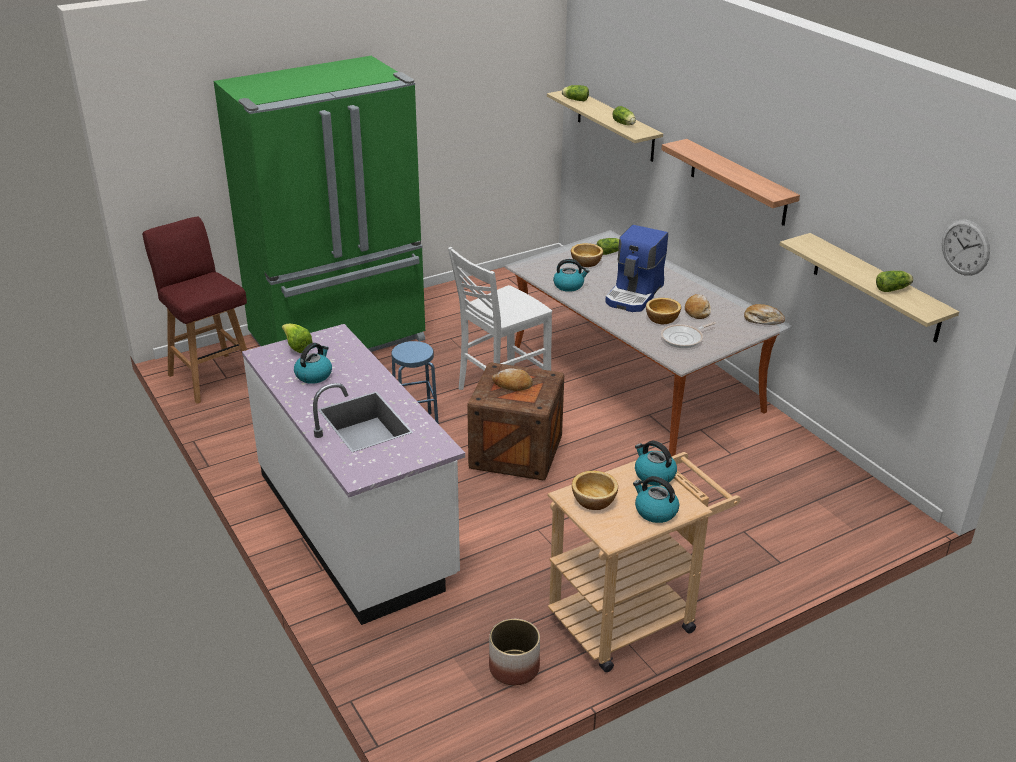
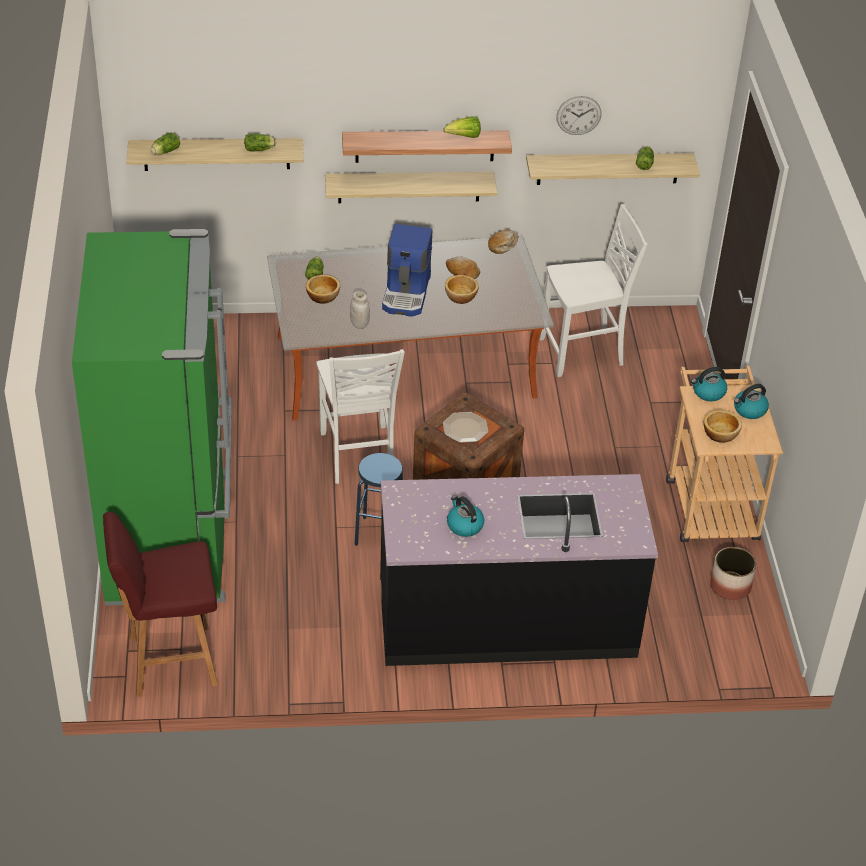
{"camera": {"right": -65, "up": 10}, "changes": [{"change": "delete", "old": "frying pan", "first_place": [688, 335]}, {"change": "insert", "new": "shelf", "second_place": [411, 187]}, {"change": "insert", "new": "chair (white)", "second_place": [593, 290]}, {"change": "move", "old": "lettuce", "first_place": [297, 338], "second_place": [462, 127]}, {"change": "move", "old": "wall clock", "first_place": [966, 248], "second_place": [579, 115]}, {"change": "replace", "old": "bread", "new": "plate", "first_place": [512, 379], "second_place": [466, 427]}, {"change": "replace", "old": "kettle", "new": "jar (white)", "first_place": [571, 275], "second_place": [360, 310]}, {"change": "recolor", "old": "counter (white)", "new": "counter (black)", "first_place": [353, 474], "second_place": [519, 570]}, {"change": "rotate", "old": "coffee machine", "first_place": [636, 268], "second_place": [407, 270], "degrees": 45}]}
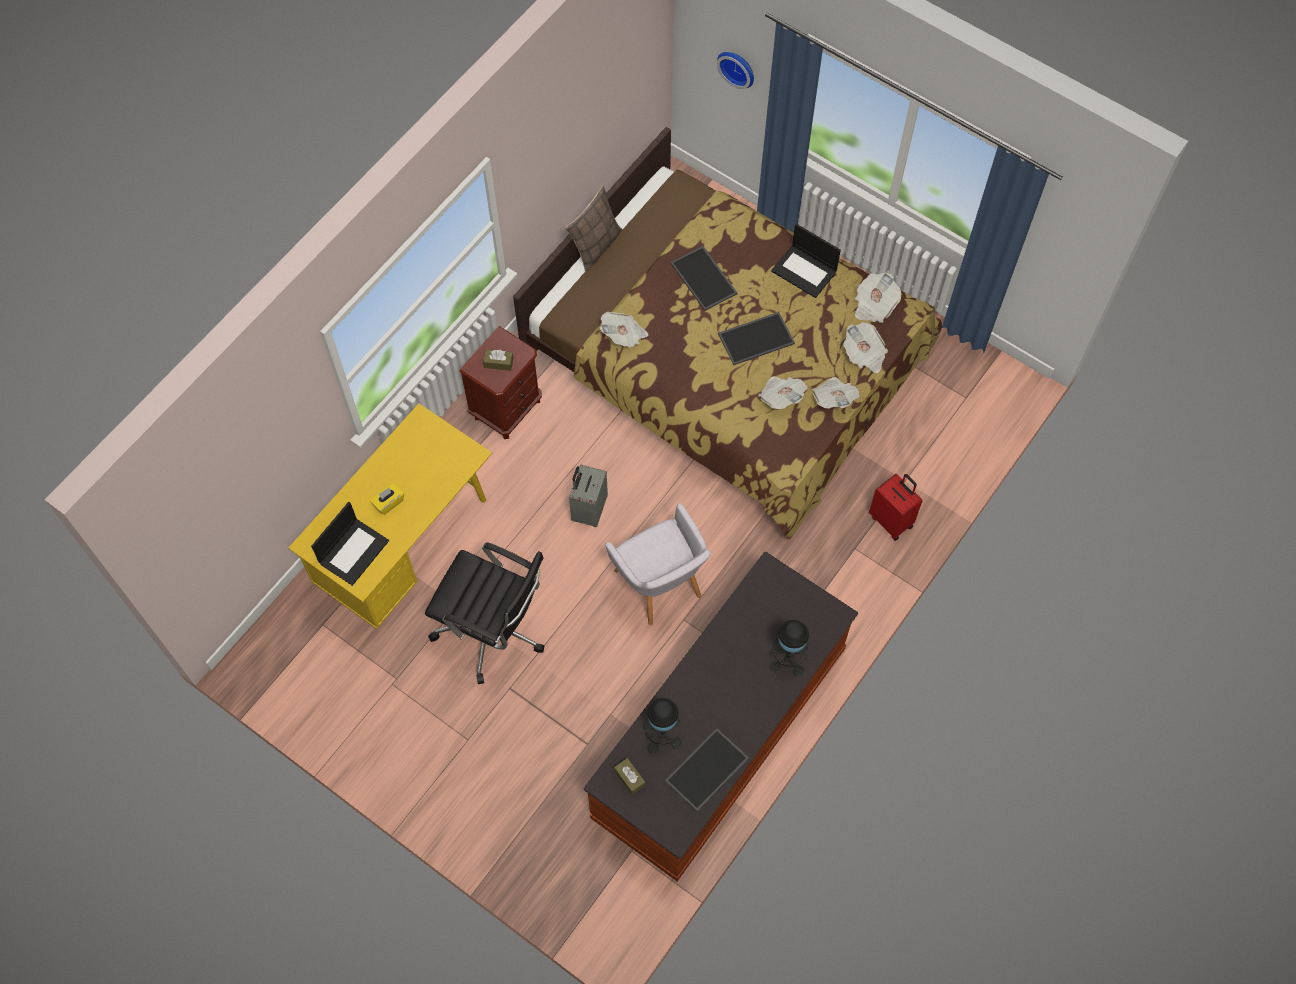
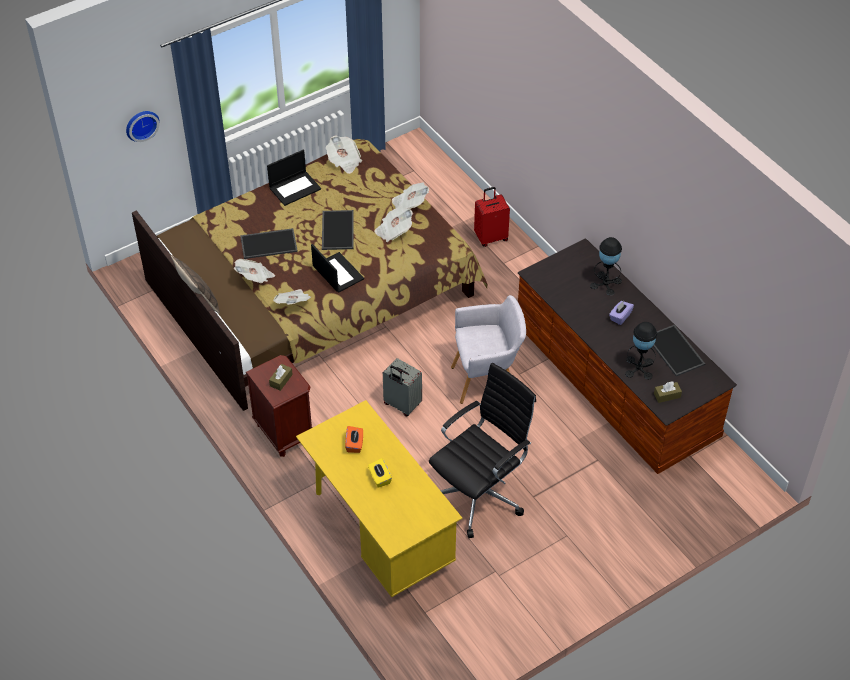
{"camera": {"right": -70, "up": -15}, "changes": [{"change": "insert", "new": "tissue box (orange)", "second_place": [354, 439]}, {"change": "insert", "new": "tissue box (purple)", "second_place": [621, 313]}, {"change": "move", "old": "laptop", "first_place": [350, 544], "second_place": [337, 268]}, {"change": "move", "old": "newspaper", "first_place": [865, 347], "second_place": [254, 271]}]}
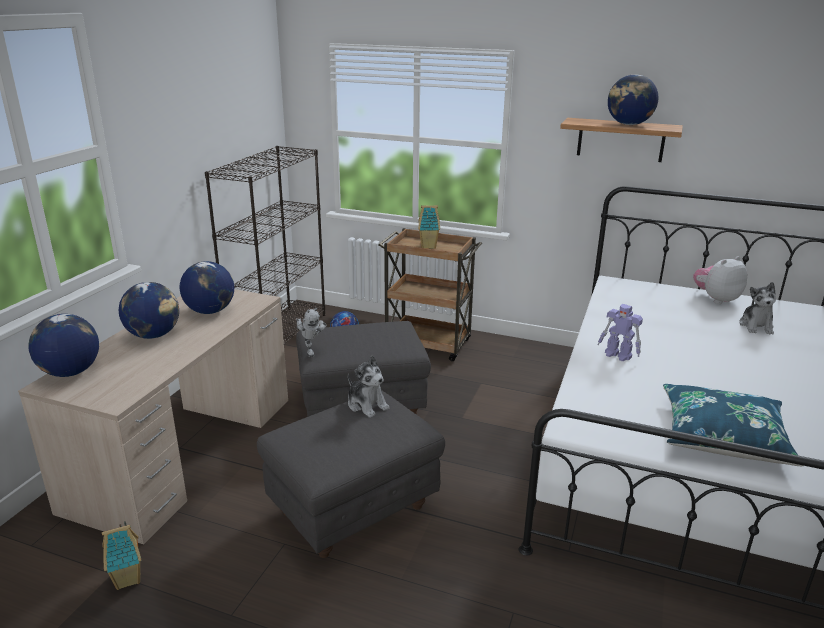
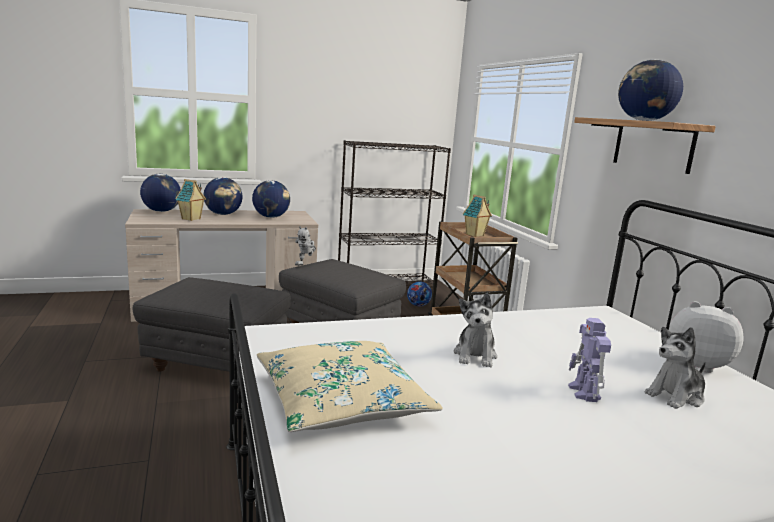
{"camera": {"right": 50, "up": -10}, "changes": [{"change": "move", "old": "toy house", "first_place": [121, 555], "second_place": [190, 200]}, {"change": "move", "old": "plush toy", "first_place": [369, 386], "second_place": [475, 330]}, {"change": "move", "old": "toy robot", "first_place": [620, 333], "second_place": [589, 360]}, {"change": "recolor", "old": "pillow (blue)", "new": "pillow (beige)", "first_place": [733, 425], "second_place": [350, 386]}]}
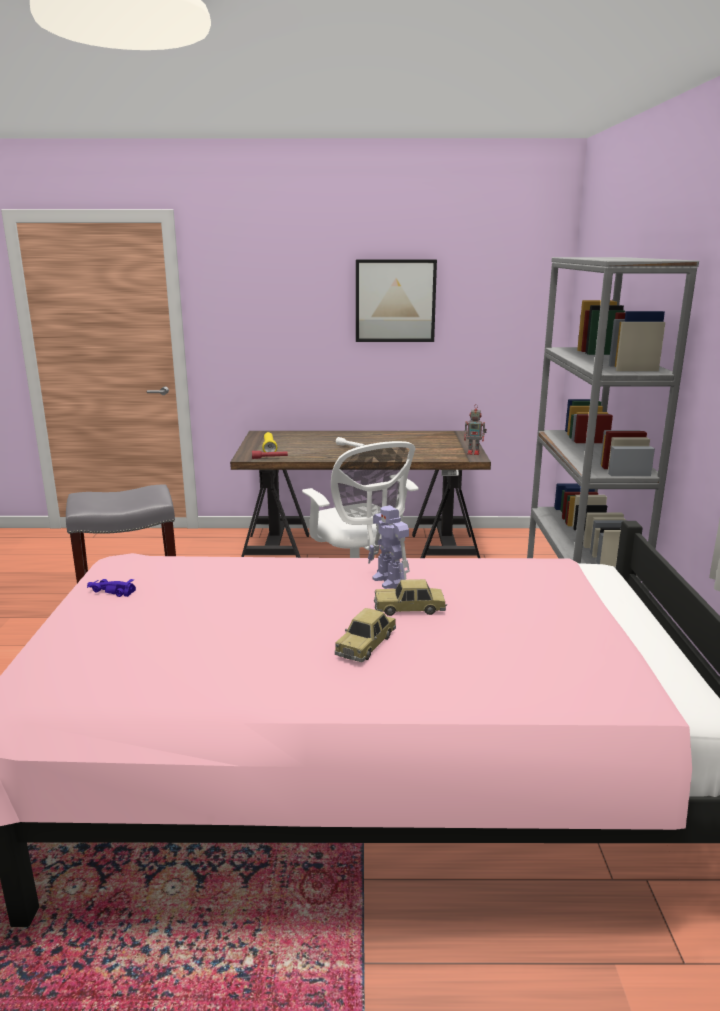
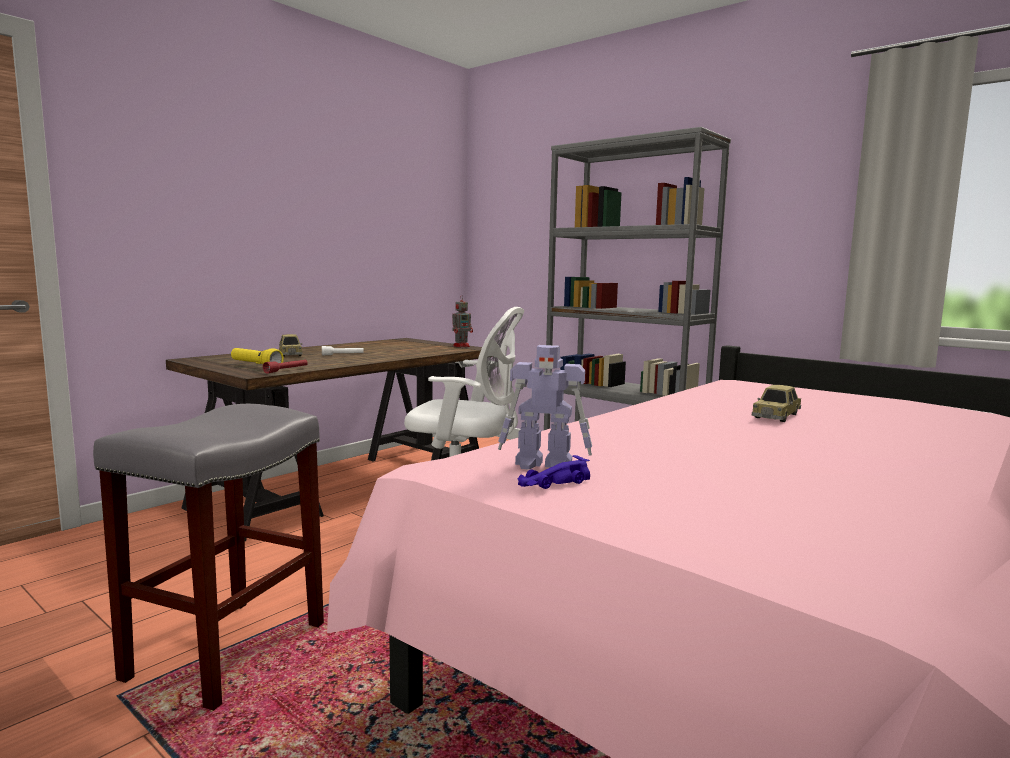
{"camera": {"right": -50, "up": -10}, "changes": [{"change": "delete", "old": "picture", "first_place": [396, 301]}, {"change": "move", "old": "toy car", "first_place": [365, 635], "second_place": [291, 345]}, {"change": "move", "old": "toy robot", "first_place": [389, 547], "second_place": [545, 407]}]}
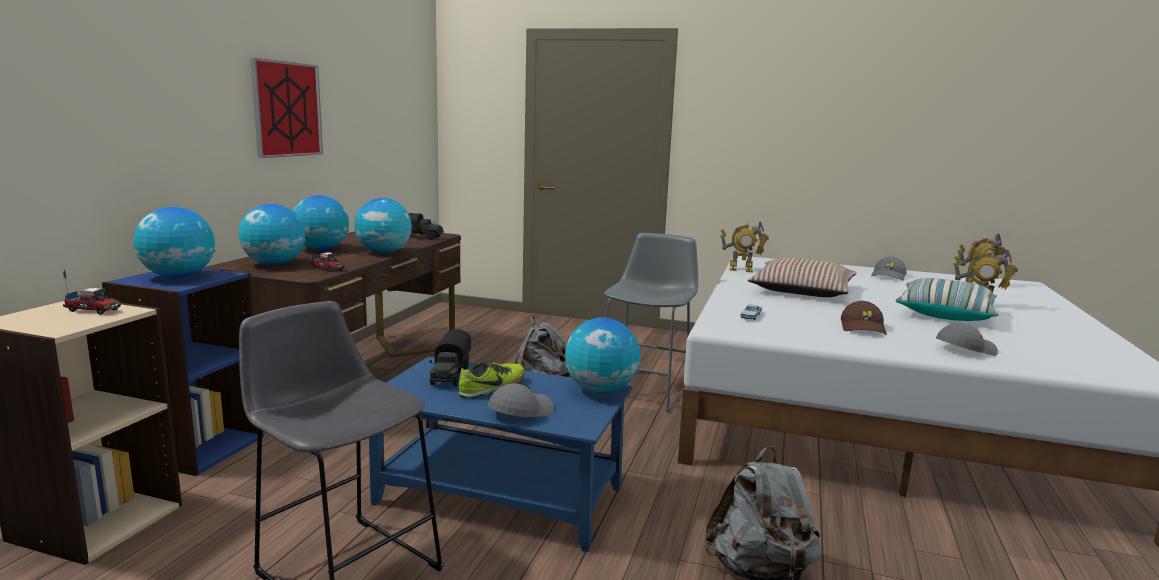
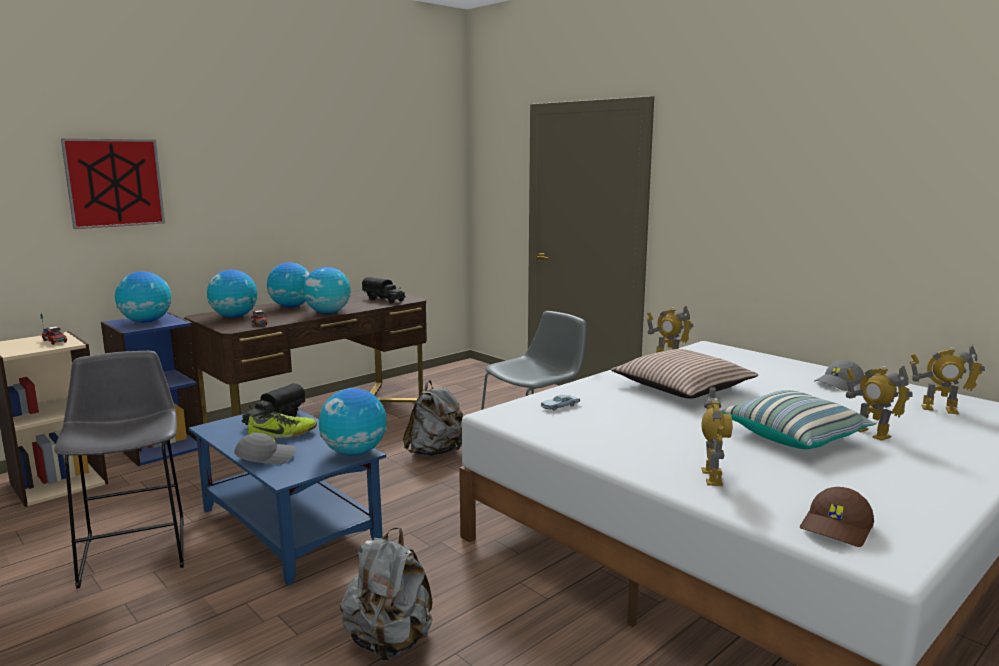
{"camera": {"right": 30, "up": 0}, "changes": [{"change": "move", "old": "picture", "first_place": [286, 108], "second_place": [113, 184]}, {"change": "move", "old": "cap (brown)", "first_place": [864, 318], "second_place": [837, 517]}, {"change": "replace", "old": "cap (grey)", "new": "toy robot", "first_place": [967, 339], "second_place": [716, 436]}]}
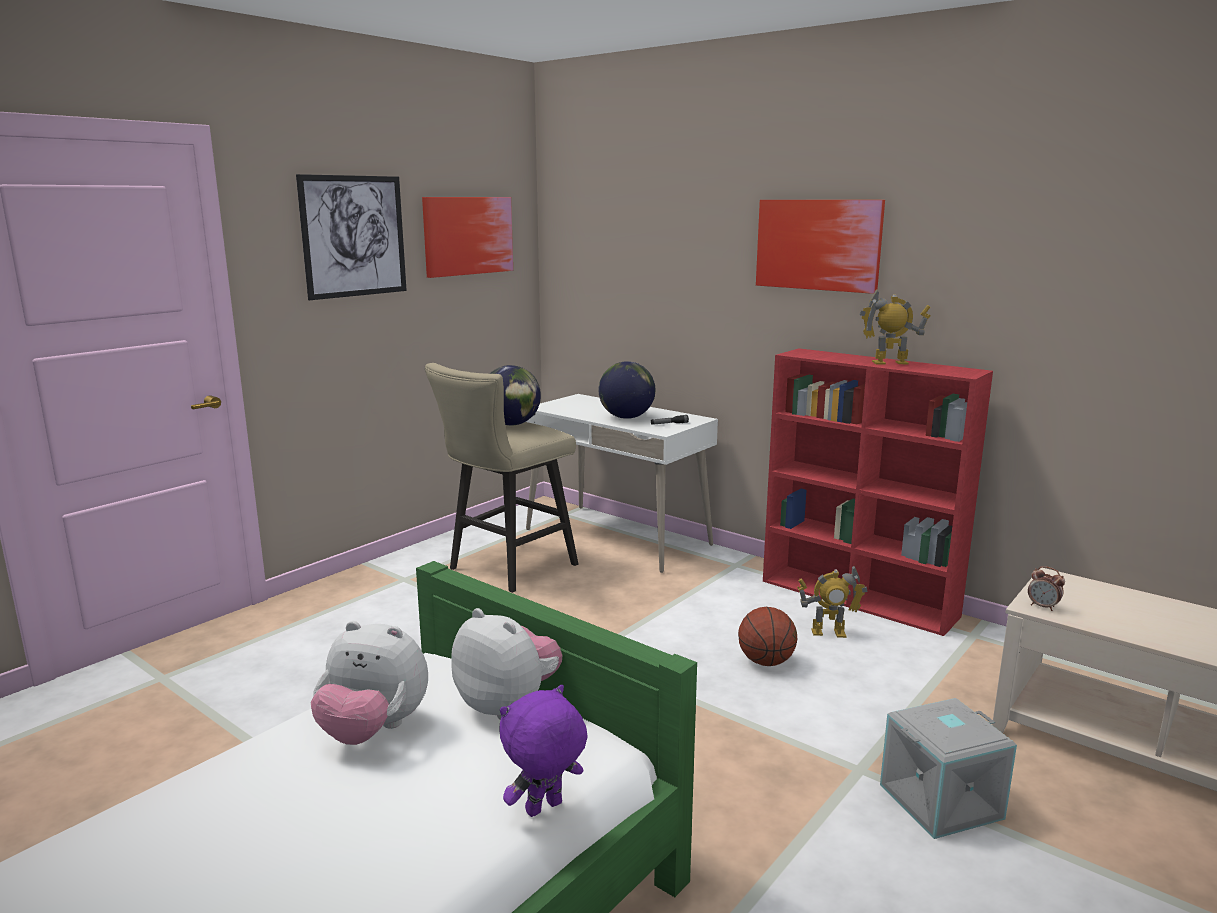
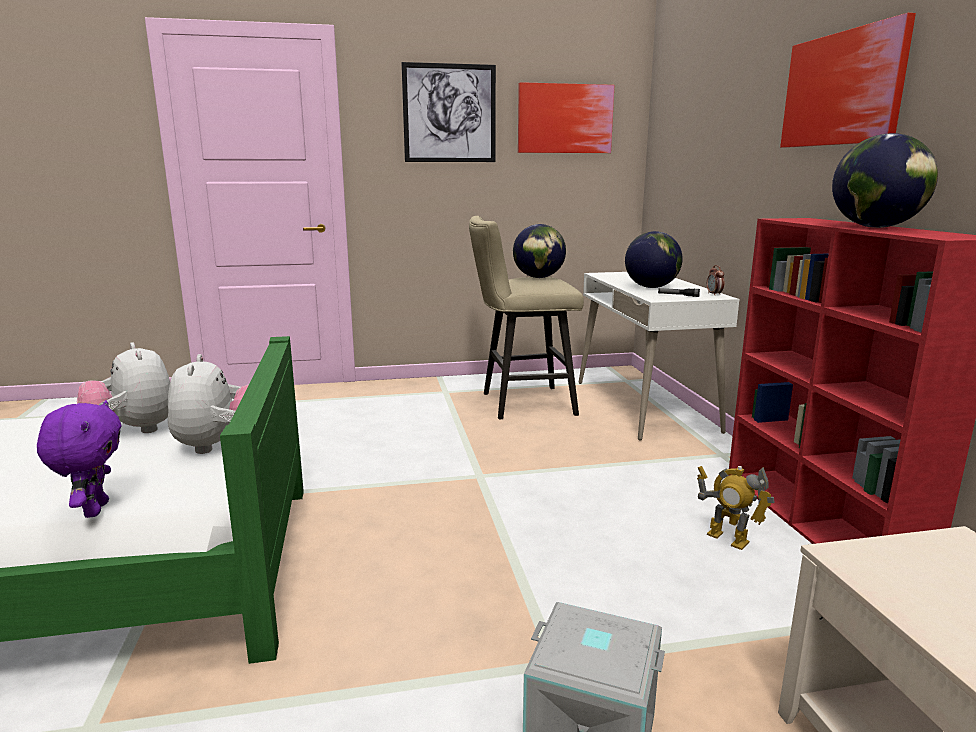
{"camera": {"right": 40, "up": 0}, "changes": [{"change": "delete", "old": "basketball", "first_place": [768, 636]}, {"change": "move", "old": "alarm clock", "first_place": [1046, 588], "second_place": [715, 280]}, {"change": "replace", "old": "toy robot", "new": "globe", "first_place": [894, 326], "second_place": [885, 180]}, {"change": "rotate", "old": "plush toy (purple)", "first_place": [543, 751], "second_place": [79, 459], "degrees": 75}]}
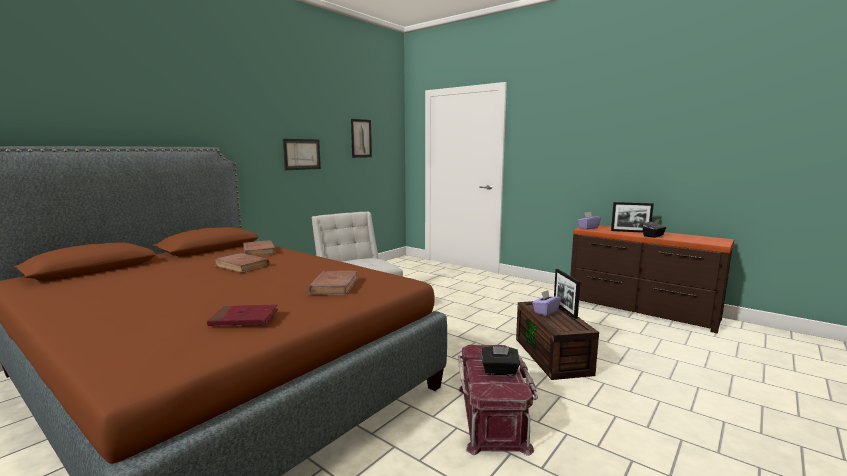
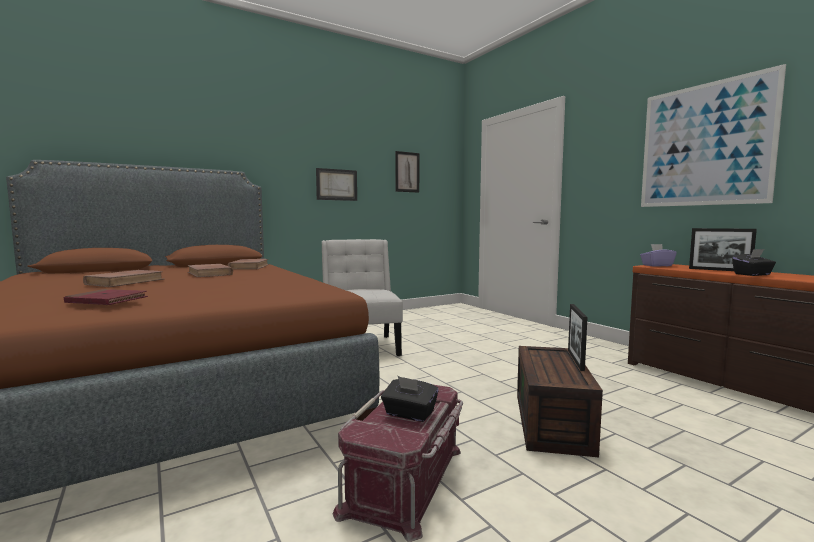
{"camera": {"right": 20, "up": -5}, "changes": [{"change": "delete", "old": "tissue box (purple)", "first_place": [546, 303]}, {"change": "insert", "new": "picture", "second_place": [713, 135]}, {"change": "move", "old": "book (brown)", "first_place": [333, 283], "second_place": [124, 278]}]}
